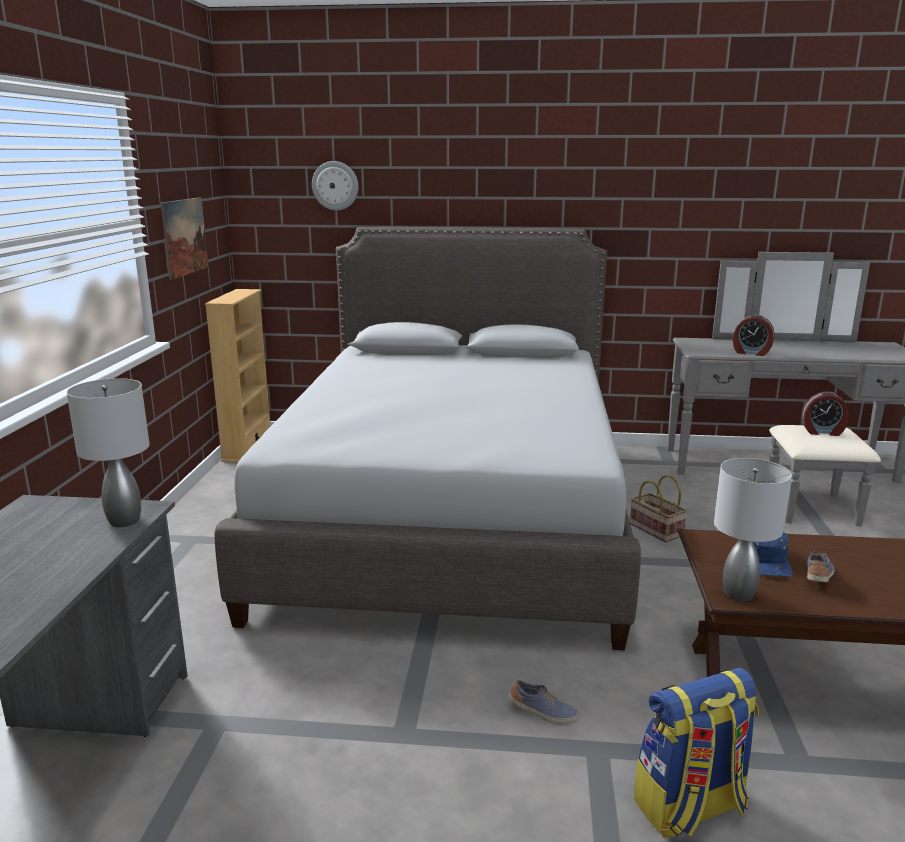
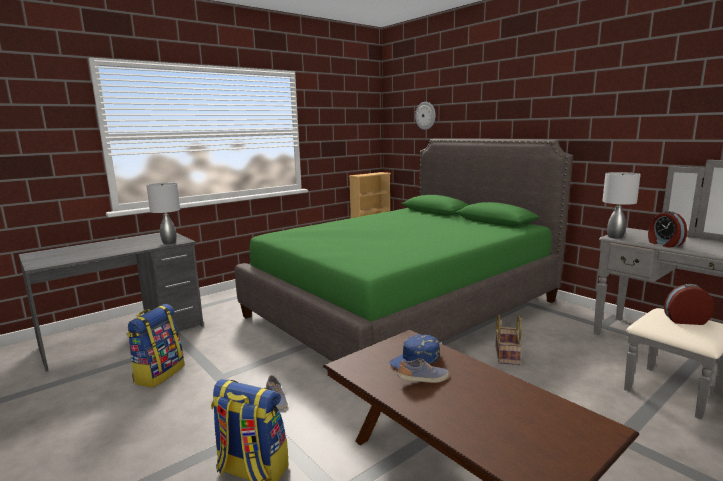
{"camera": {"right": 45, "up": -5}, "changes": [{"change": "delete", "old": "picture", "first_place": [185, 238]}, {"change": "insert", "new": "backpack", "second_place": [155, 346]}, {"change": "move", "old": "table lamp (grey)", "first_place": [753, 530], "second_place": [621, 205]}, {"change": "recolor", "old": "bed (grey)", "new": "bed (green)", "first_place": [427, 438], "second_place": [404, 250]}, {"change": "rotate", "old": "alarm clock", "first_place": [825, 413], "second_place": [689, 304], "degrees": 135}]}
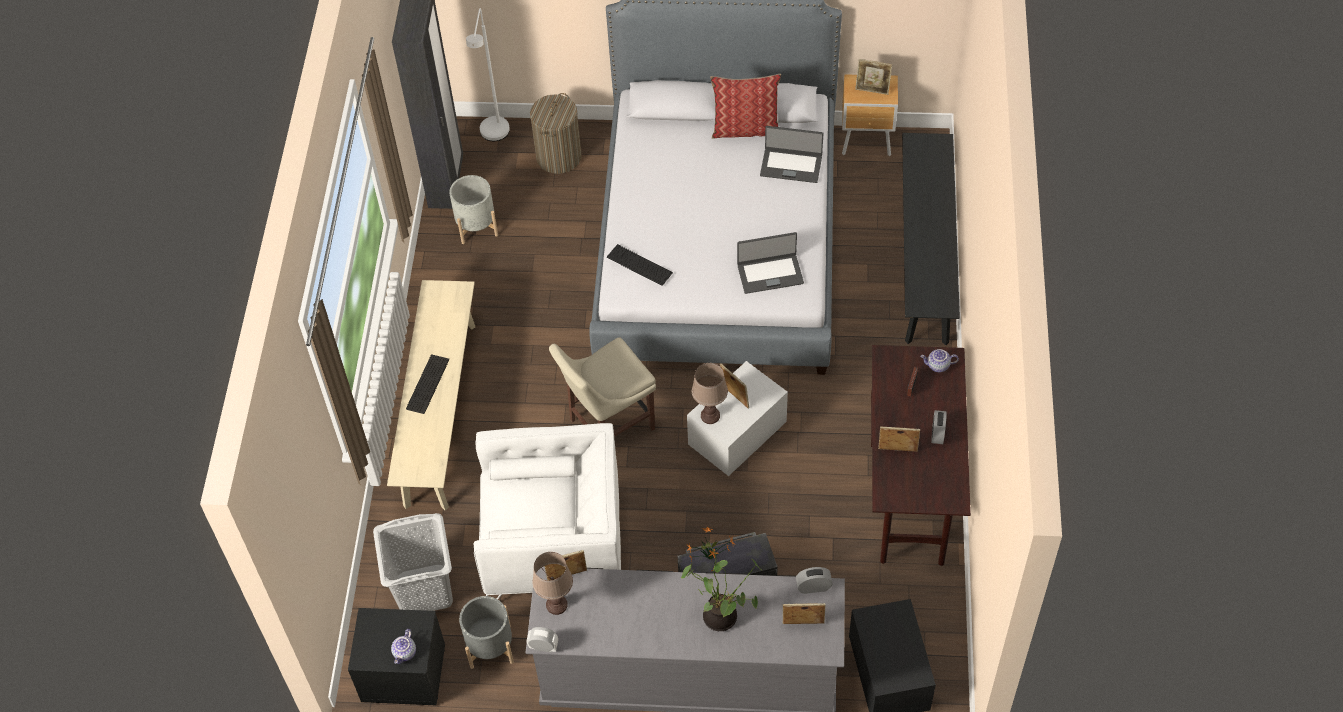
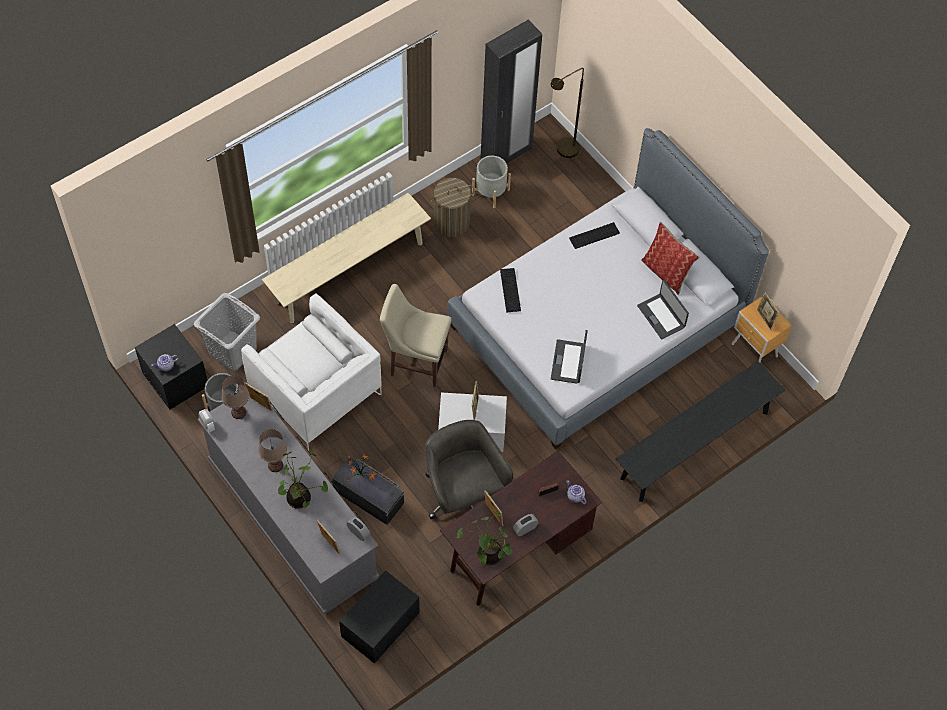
{"camera": {"right": 45, "up": 5}, "changes": [{"change": "insert", "new": "office chair (grey)", "second_place": [469, 469]}, {"change": "insert", "new": "potted plant", "second_place": [484, 538]}, {"change": "move", "old": "keyboard", "first_place": [427, 384], "second_place": [594, 235]}, {"change": "move", "old": "laundry basket", "first_place": [556, 133], "second_place": [452, 207]}, {"change": "move", "old": "table lamp (brown)", "first_place": [710, 393], "second_place": [272, 450]}, {"change": "recolor", "old": "floor lamp (white)", "new": "floor lamp (brown)", "first_place": [488, 74], "second_place": [567, 113]}, {"change": "rotate", "old": "laptop", "first_place": [770, 263], "second_place": [569, 357], "degrees": 60}]}
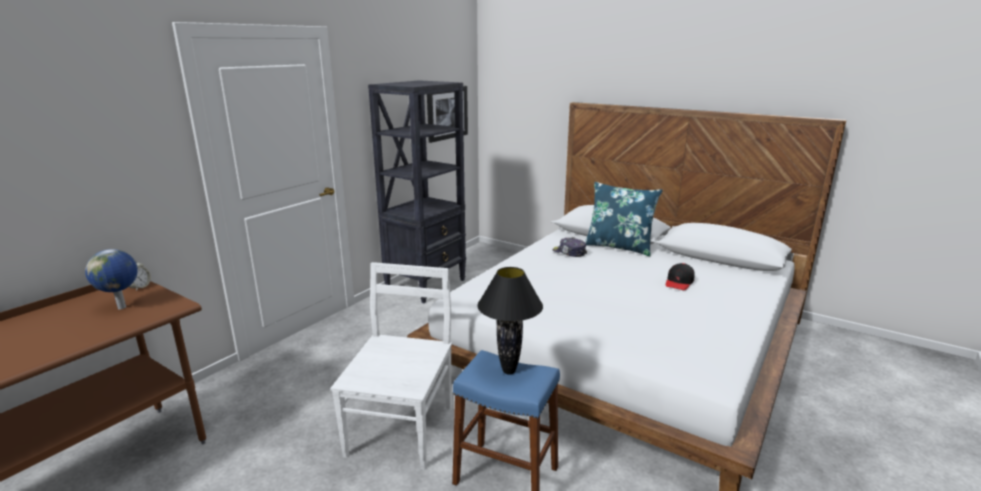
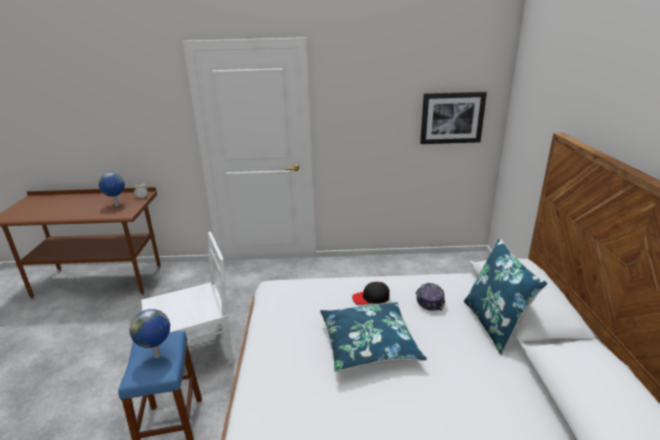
{"camera": {"right": 55, "up": 5}, "changes": [{"change": "delete", "old": "bookcase (black)", "first_place": [417, 191]}, {"change": "insert", "new": "pillow (blue)", "second_place": [373, 337]}, {"change": "move", "old": "cap (black)", "first_place": [680, 276], "second_place": [371, 293]}, {"change": "replace", "old": "table lamp (black)", "new": "globe", "first_place": [510, 321], "second_place": [149, 333]}]}
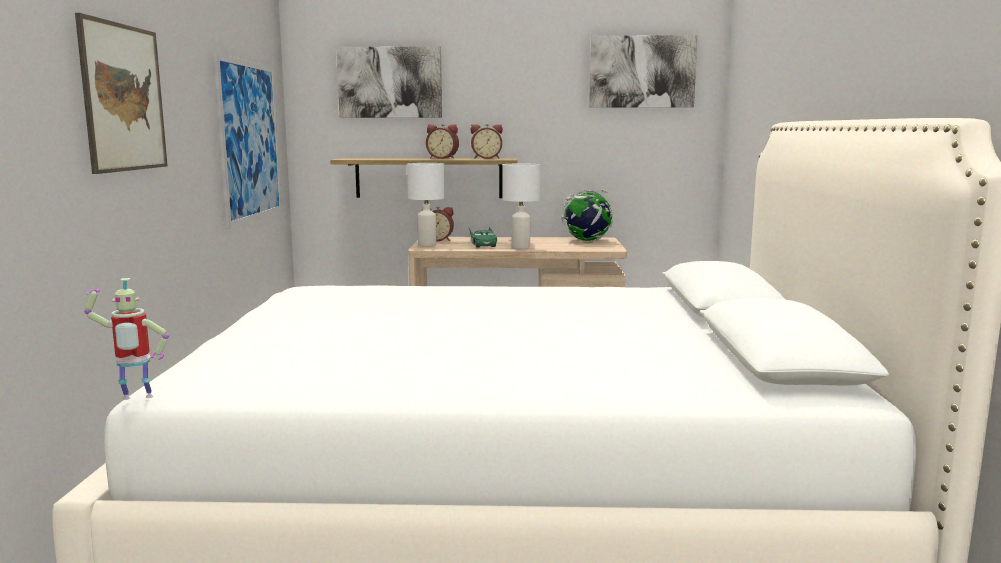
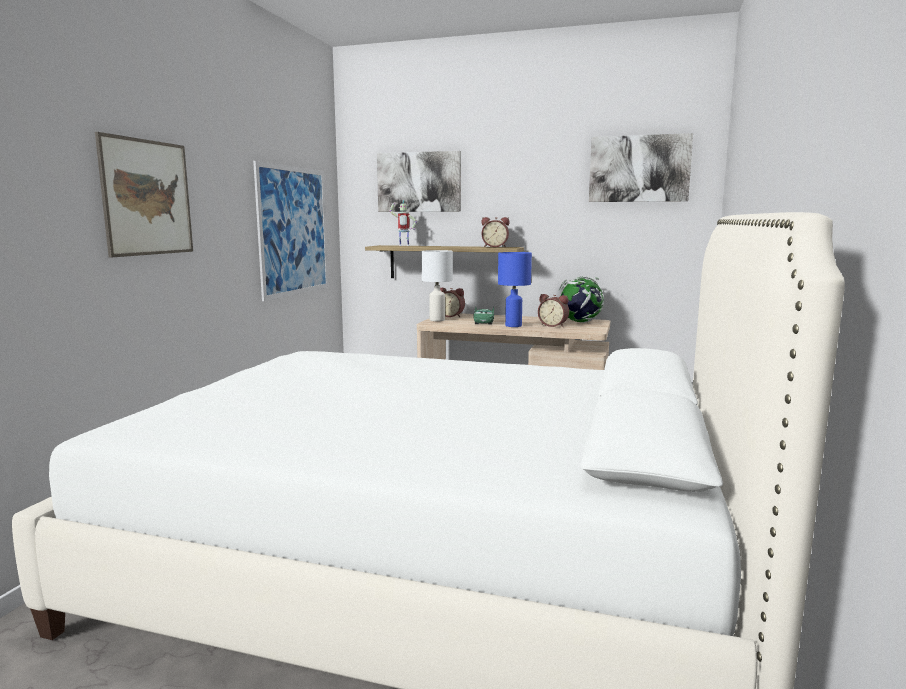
{"camera": {"right": 15, "up": 0}, "changes": [{"change": "move", "old": "toy robot", "first_place": [126, 339], "second_place": [403, 223]}, {"change": "move", "old": "alarm clock", "first_place": [442, 141], "second_place": [553, 310]}, {"change": "recolor", "old": "table lamp (white)", "new": "table lamp (blue)", "first_place": [521, 206], "second_place": [515, 289]}]}
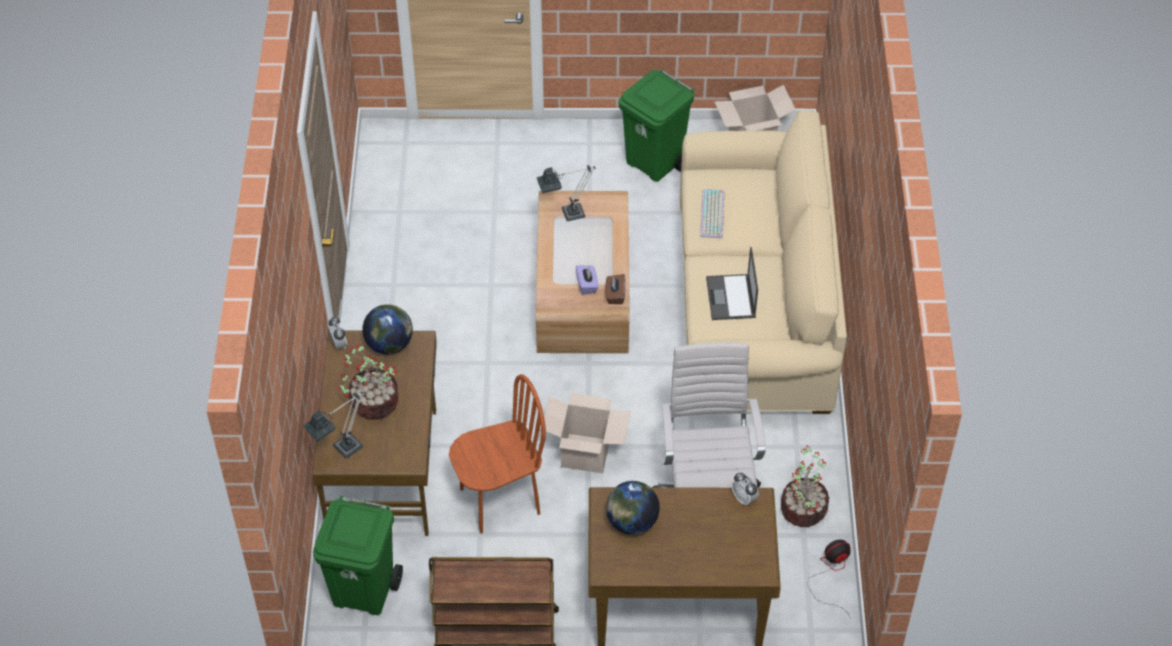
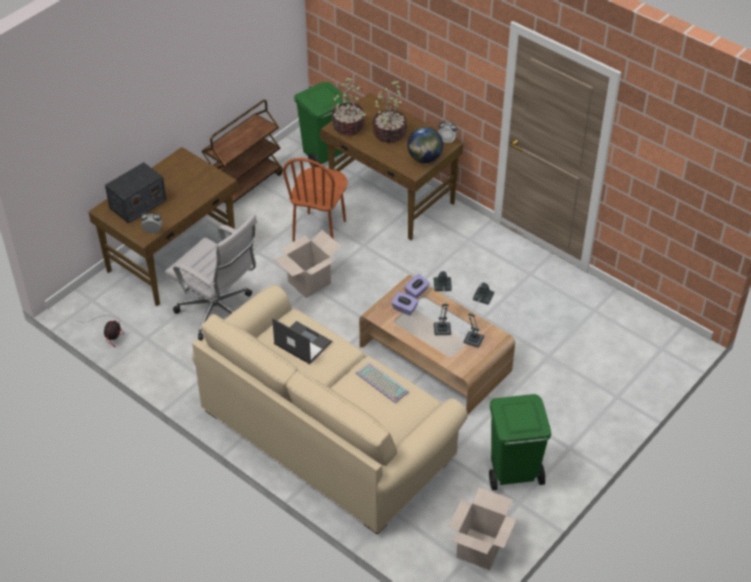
{"camera": {"right": 130, "up": -5}, "changes": [{"change": "delete", "old": "tissue box (brown)", "first_place": [615, 289]}, {"change": "delete", "old": "globe", "first_place": [633, 508]}, {"change": "insert", "new": "radio", "second_place": [135, 192]}, {"change": "insert", "new": "tissue box (purple)", "second_place": [417, 286]}, {"change": "move", "old": "table lamp", "first_place": [333, 424], "second_place": [442, 303]}, {"change": "move", "old": "potted plant", "first_place": [805, 486], "second_place": [349, 106]}]}
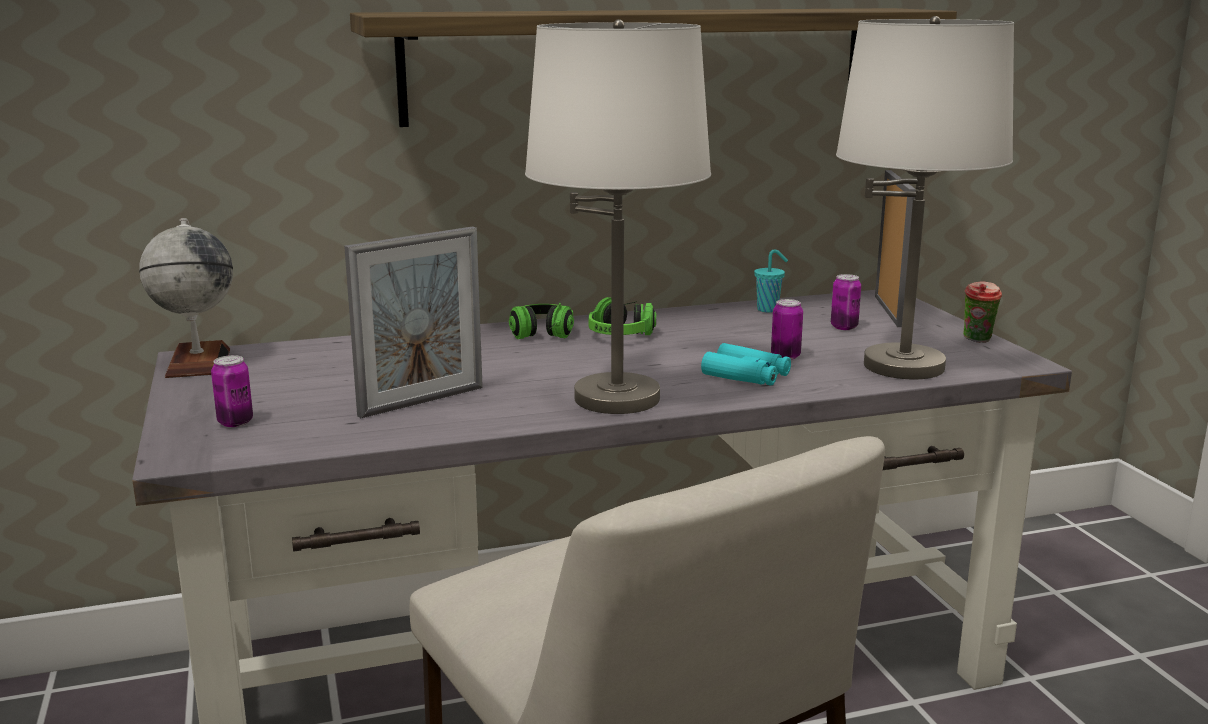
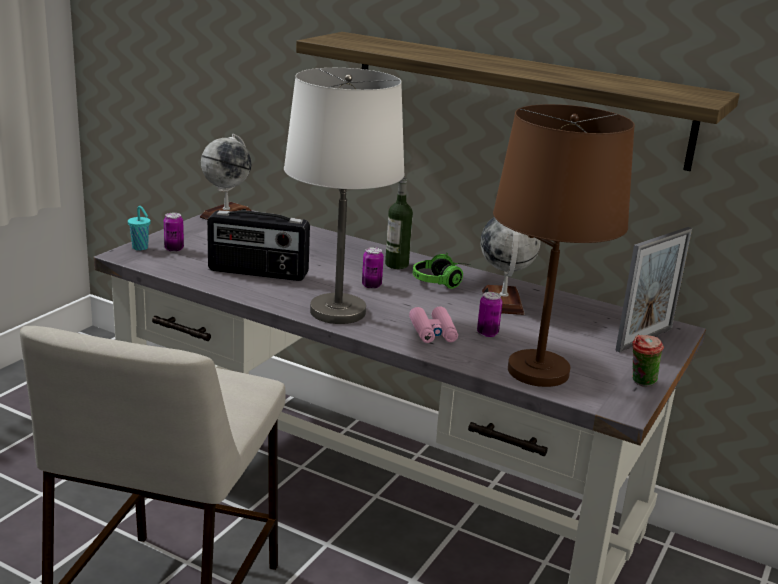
{"camera": {"right": 45, "up": 5}, "changes": [{"change": "insert", "new": "globe", "second_place": [510, 266]}, {"change": "move", "old": "cup (turquoise)", "first_place": [771, 280], "second_place": [139, 228]}, {"change": "move", "old": "can", "first_place": [846, 302], "second_place": [373, 268]}, {"change": "replace", "old": "picture frame", "new": "radio", "first_place": [413, 322], "second_place": [258, 245]}, {"change": "replace", "old": "headphones", "new": "bottle", "first_place": [541, 321], "second_place": [399, 223]}, {"change": "recolor", "old": "binoculars (turquoise)", "new": "binoculars (pink)", "first_place": [746, 364], "second_place": [433, 325]}, {"change": "recolor", "old": "table lamp (white)", "new": "table lamp (brown)", "first_place": [925, 197], "second_place": [564, 245]}]}
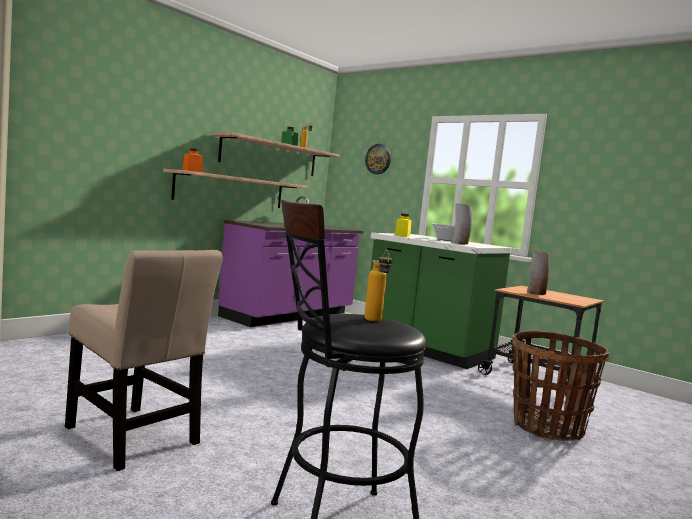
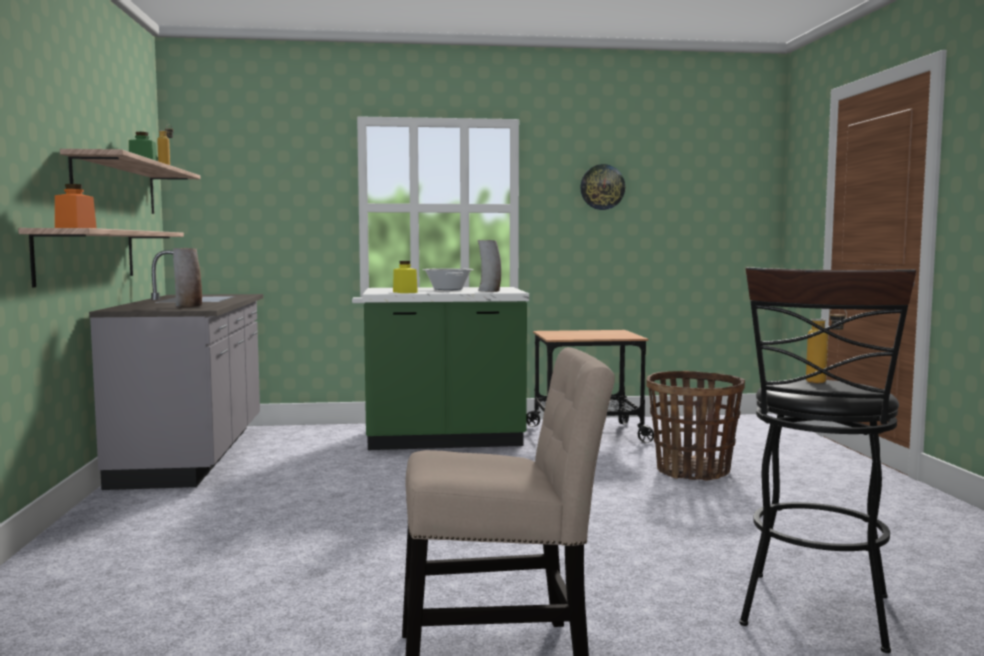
{"camera": {"right": -45, "up": 0}, "changes": [{"change": "move", "old": "wall clock", "first_place": [378, 159], "second_place": [602, 187]}, {"change": "move", "old": "vase", "first_place": [538, 273], "second_place": [187, 277]}, {"change": "recolor", "old": "counter (purple)", "new": "counter (grey)", "first_place": [291, 261], "second_place": [176, 370]}]}
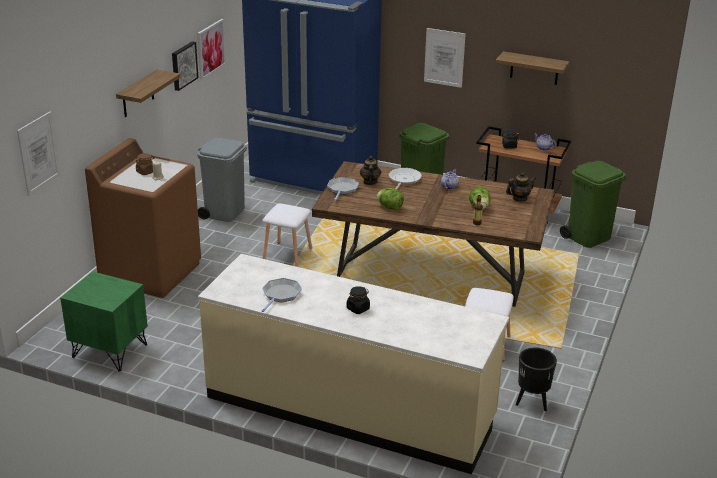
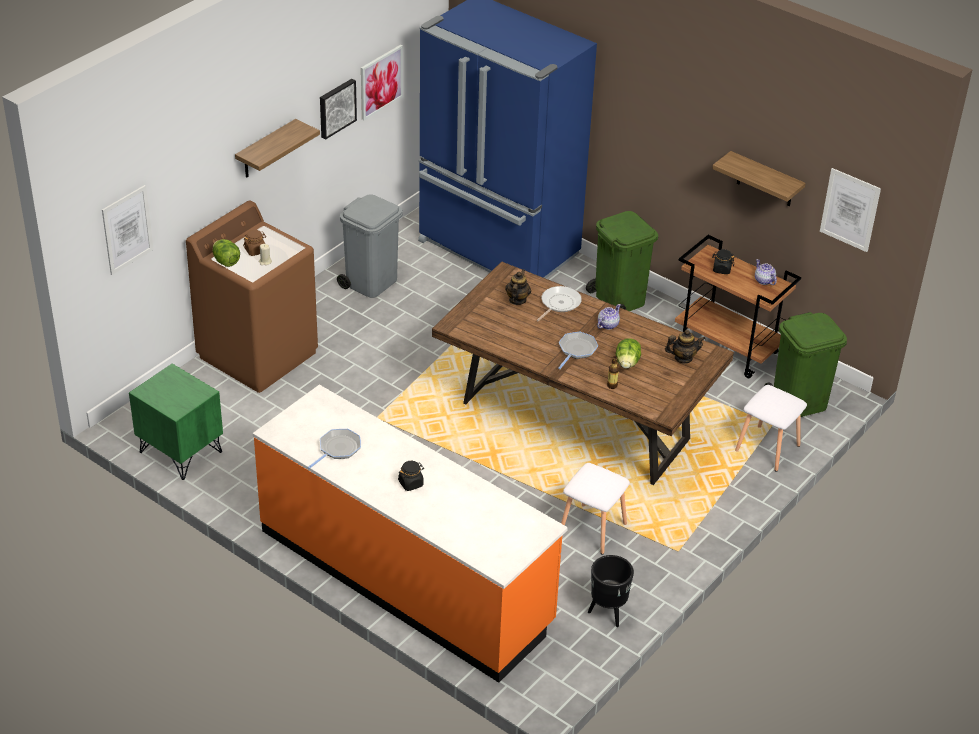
{"camera": {"right": 15, "up": 10}, "changes": [{"change": "move", "old": "stool (white)", "first_place": [287, 235], "second_place": [771, 428]}, {"change": "move", "old": "frying pan", "first_place": [343, 189], "second_place": [578, 350]}, {"change": "move", "old": "lettuce", "first_place": [390, 199], "second_place": [226, 253]}, {"change": "move", "old": "picture", "first_place": [445, 58], "second_place": [850, 210]}, {"change": "recolor", "old": "counter (beige)", "new": "counter (orange)", "first_place": [353, 364], "second_place": [410, 534]}]}
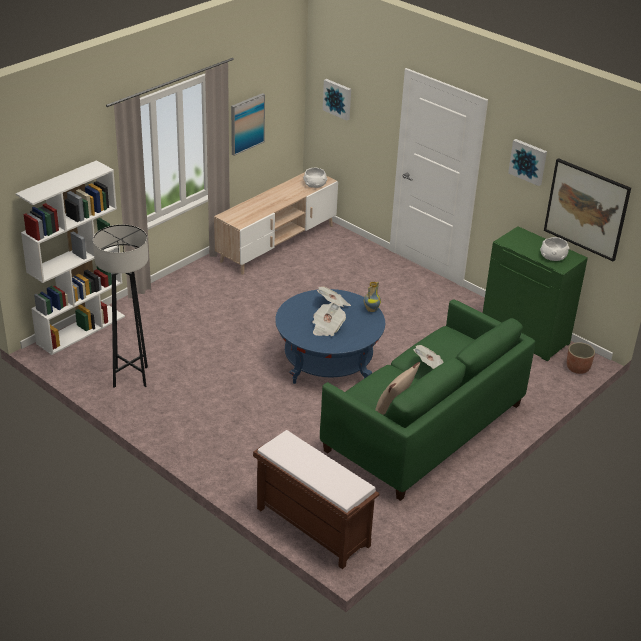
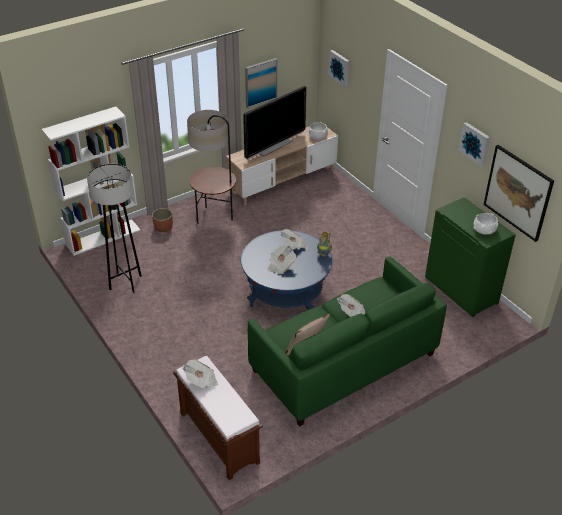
{"camera": {"right": 15, "up": 5}, "changes": [{"change": "insert", "new": "newspaper", "second_place": [200, 373]}, {"change": "insert", "new": "floor lamp", "second_place": [211, 167]}, {"change": "insert", "new": "television", "second_place": [275, 122]}, {"change": "move", "old": "planter", "first_place": [581, 358], "second_place": [162, 220]}]}
